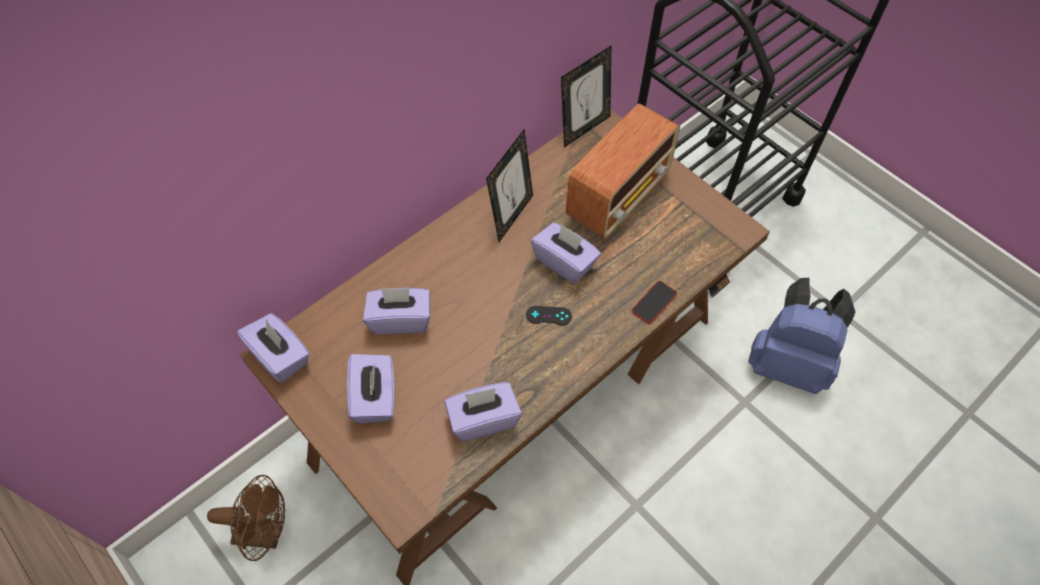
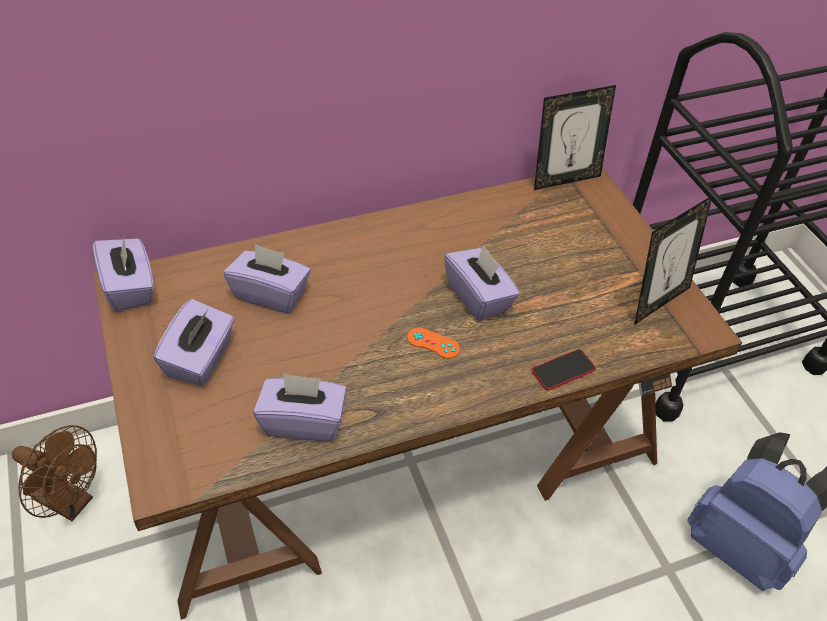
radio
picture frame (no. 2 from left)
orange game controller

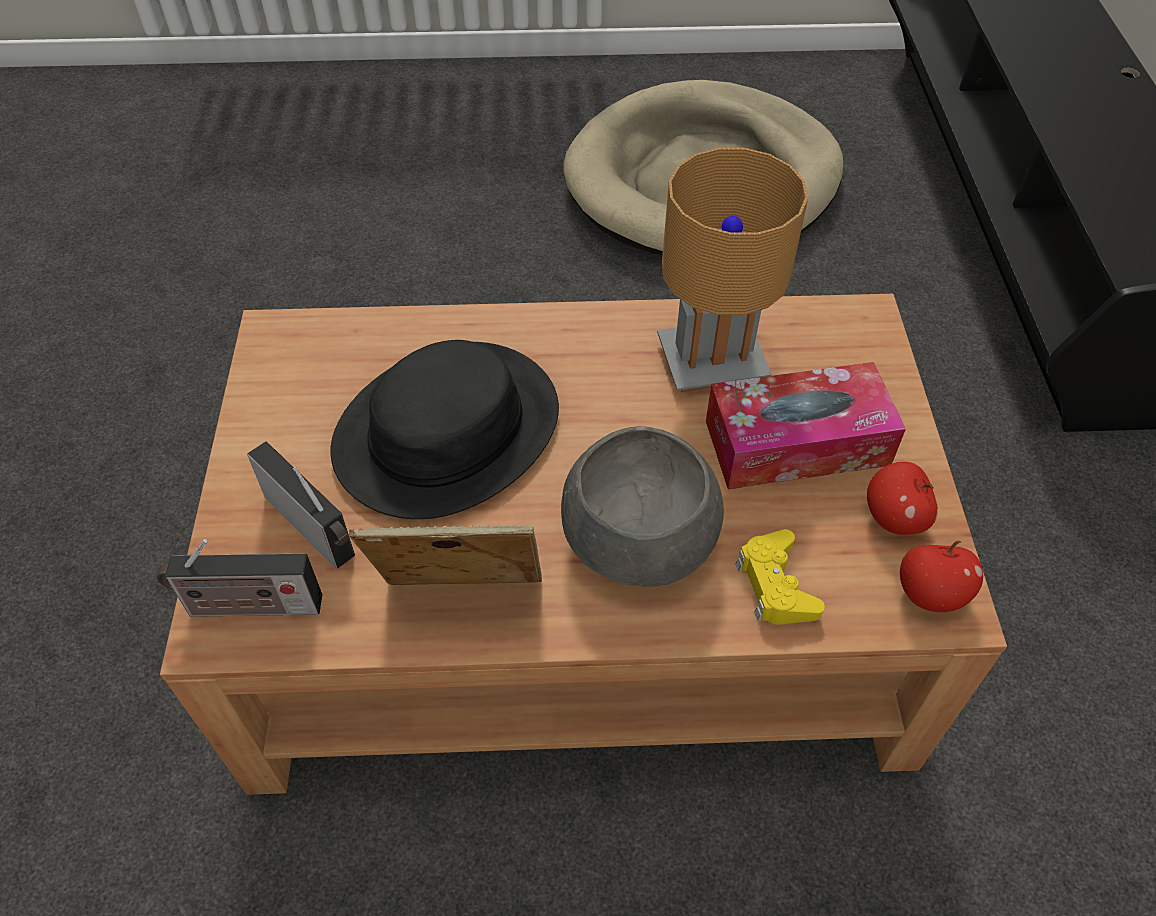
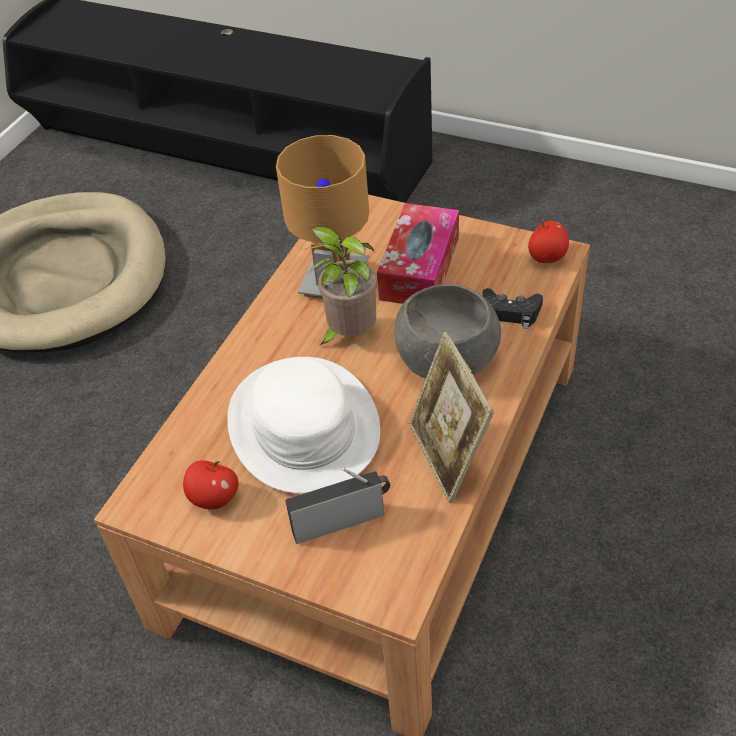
radio (no. 1 from left in the first image)
potted plant
apple (no. 1 from left)
white hat
black game controller
picture frame

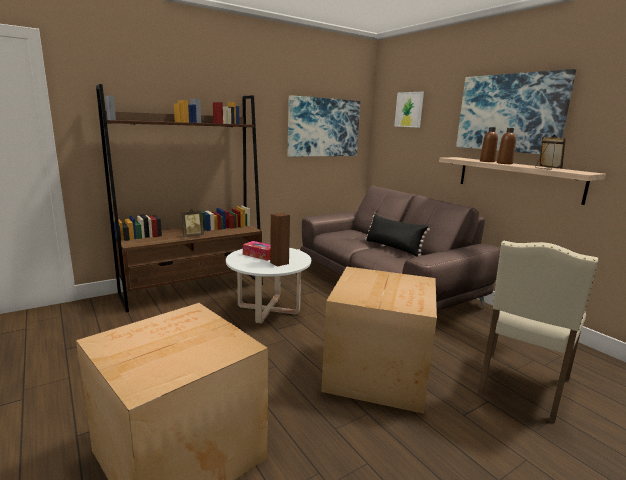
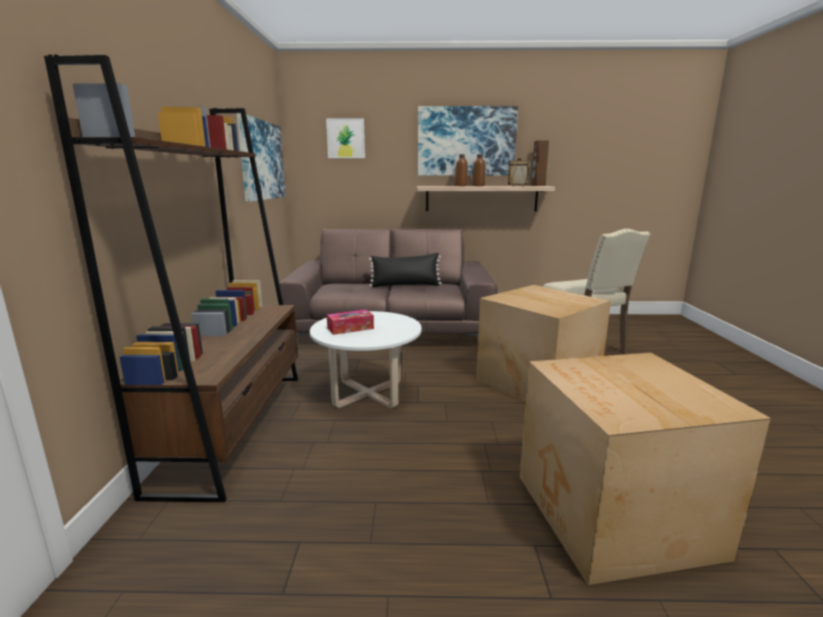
picture frame (no. 1 from left in the first image)
brown speaker

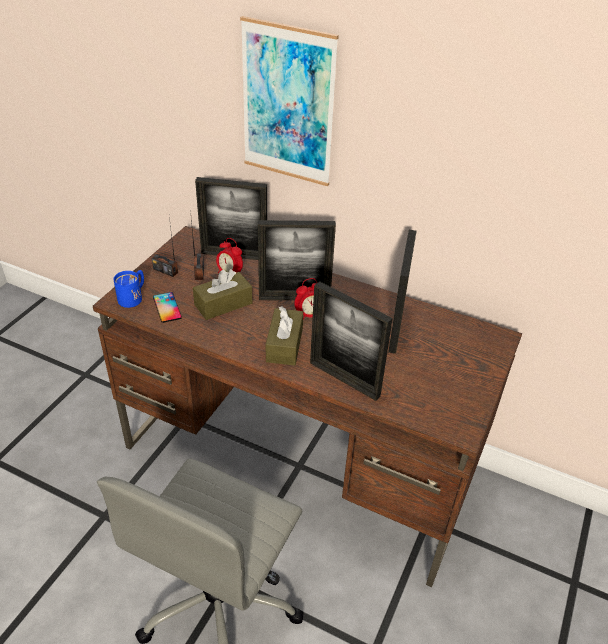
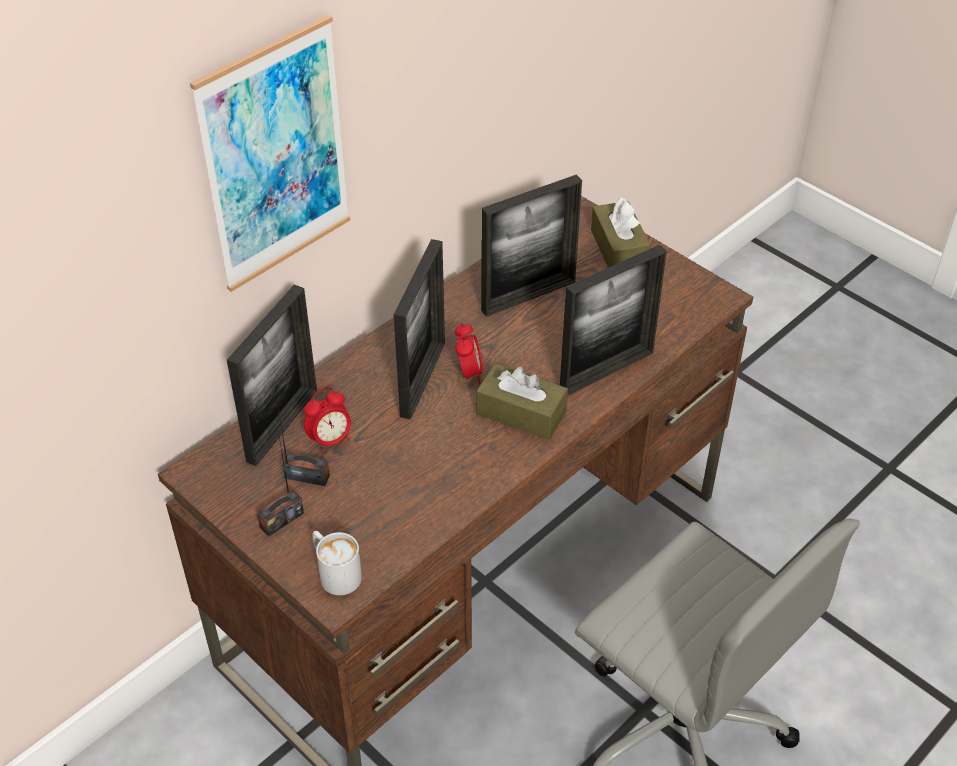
phone
brown tissue box (no. 2 from left)
white mug
picture frame (no. 3 from left)

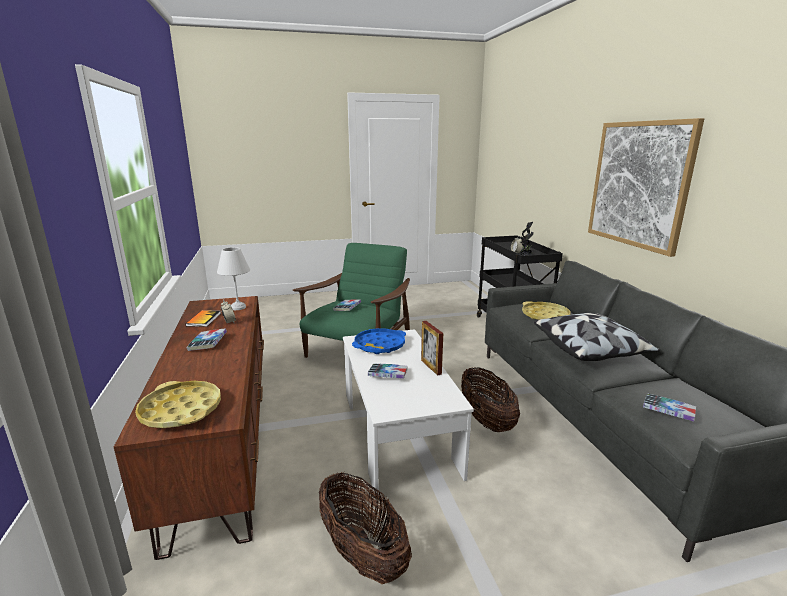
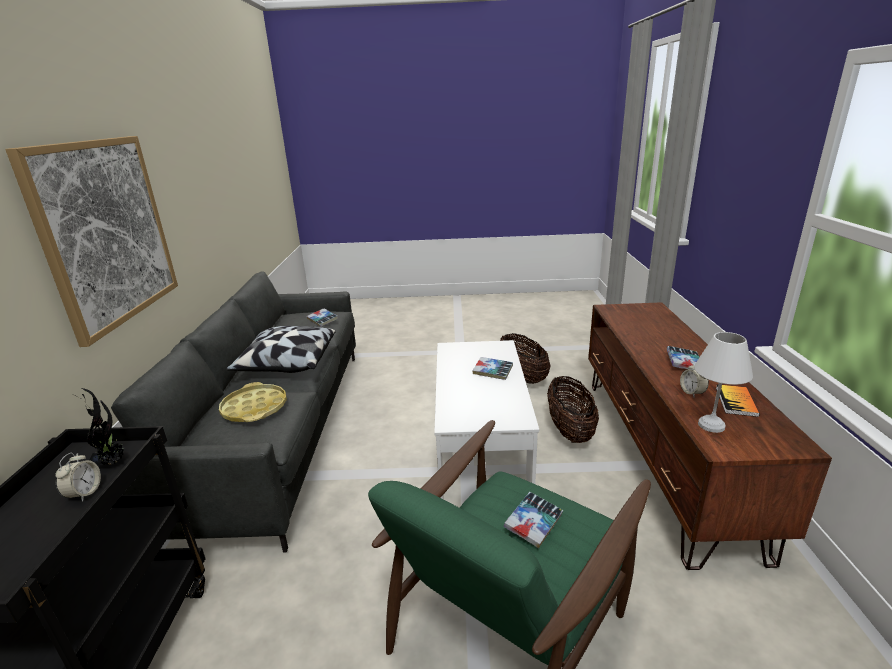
yellow tray (no. 1 from left in the first image)
blue tray
picture frame
basket (no. 2 from left)

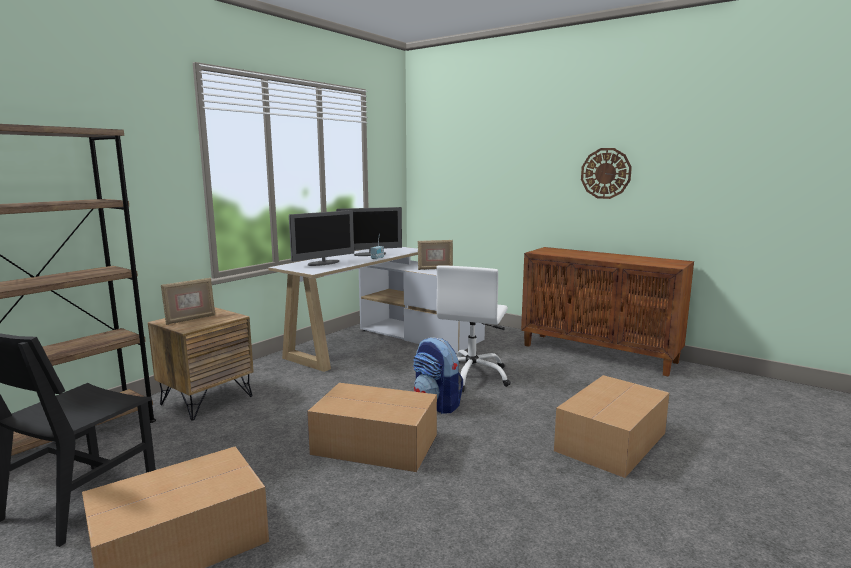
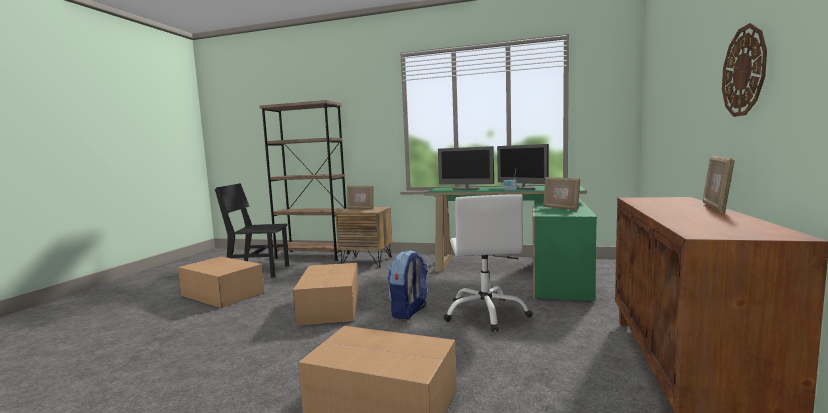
picture frame (no. 3 from left)
green desk
white office chair

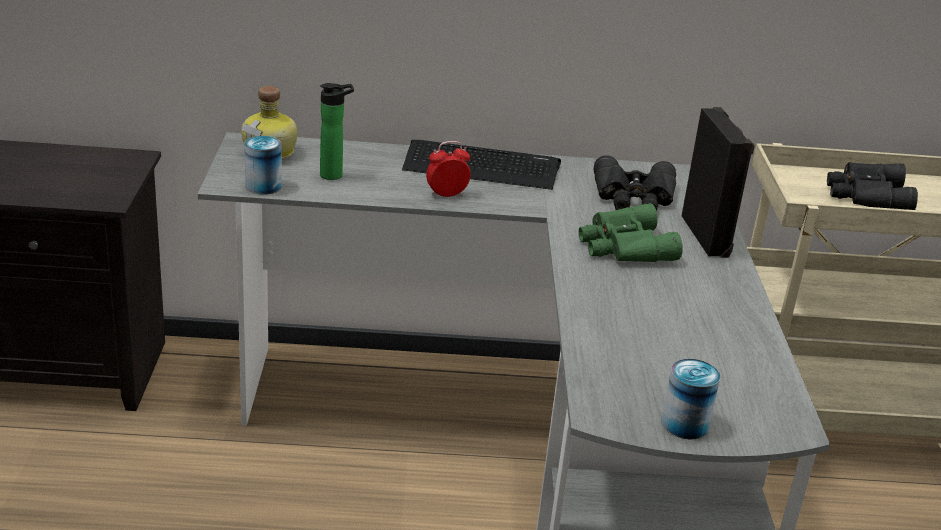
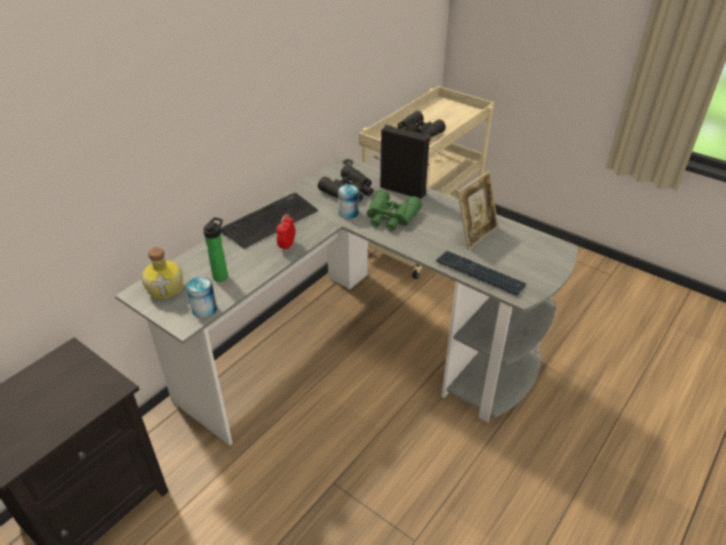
keyboard (no. 2 from left)
picture frame
can (no. 2 from left)

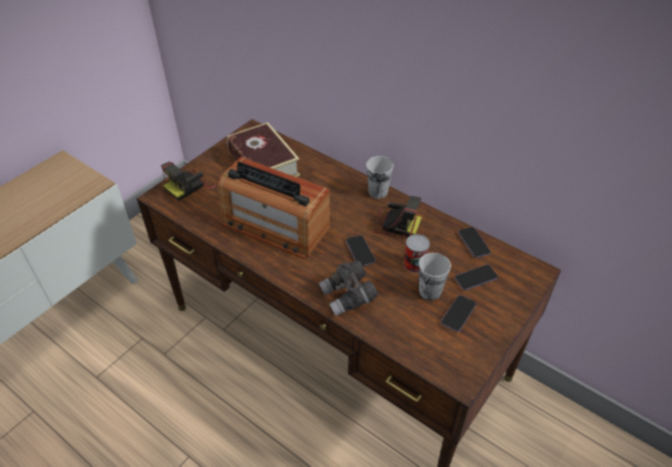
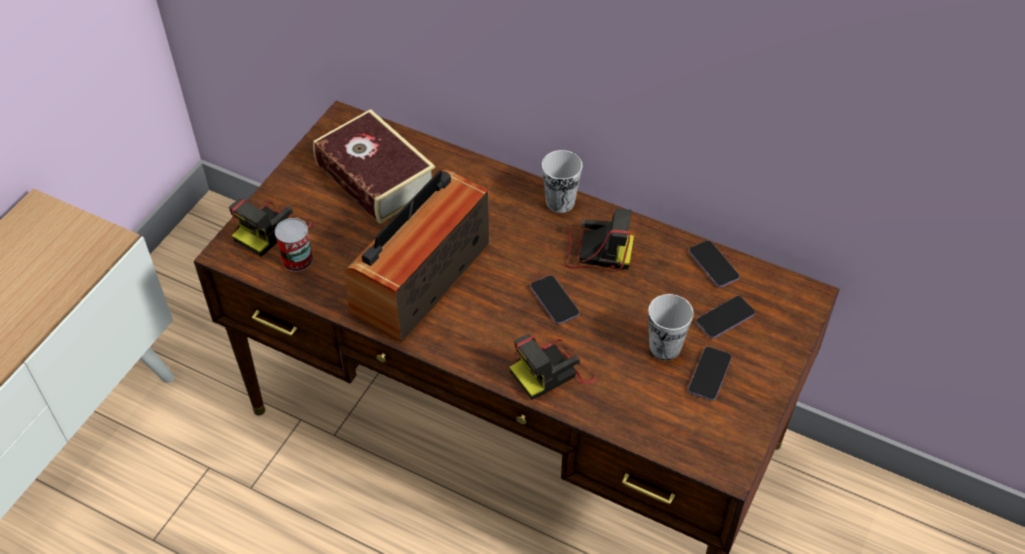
can
photo camera (no. 2 from left)
radio

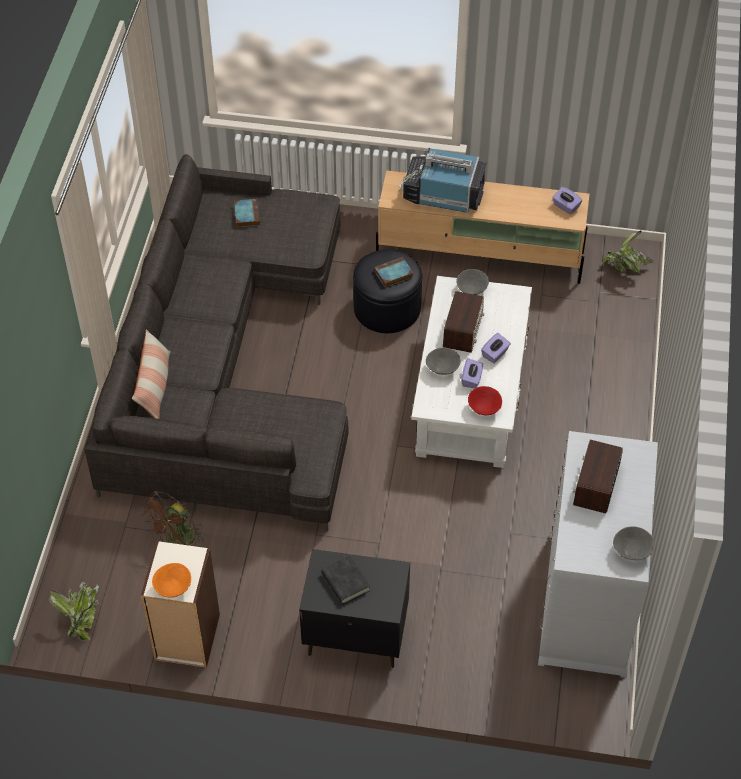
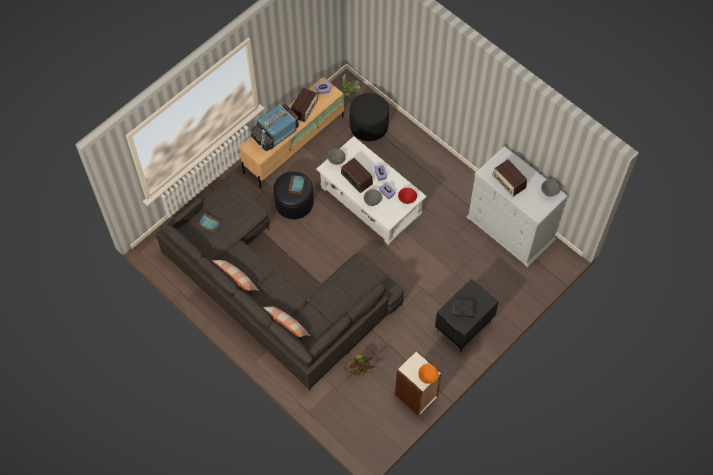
potted plant (no. 1 from left in the first image)
pillow (no. 1 from left)
radio (no. 1 from left)
black ottoman (no. 2 from left)

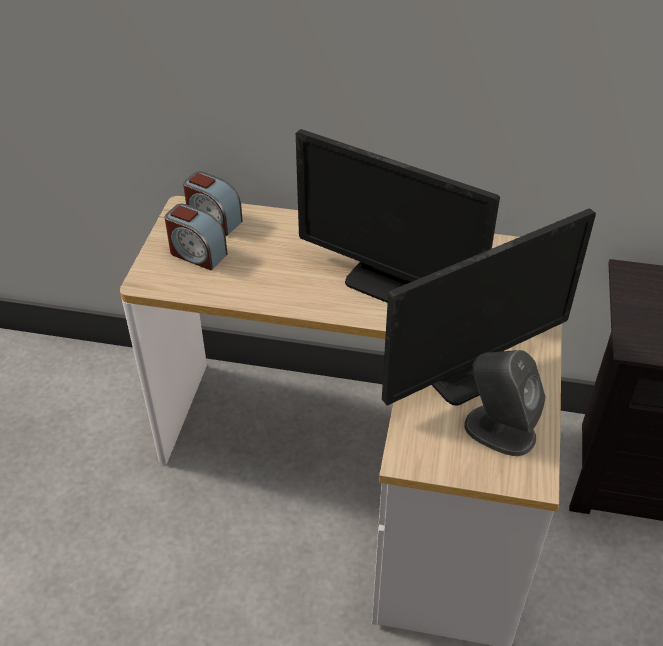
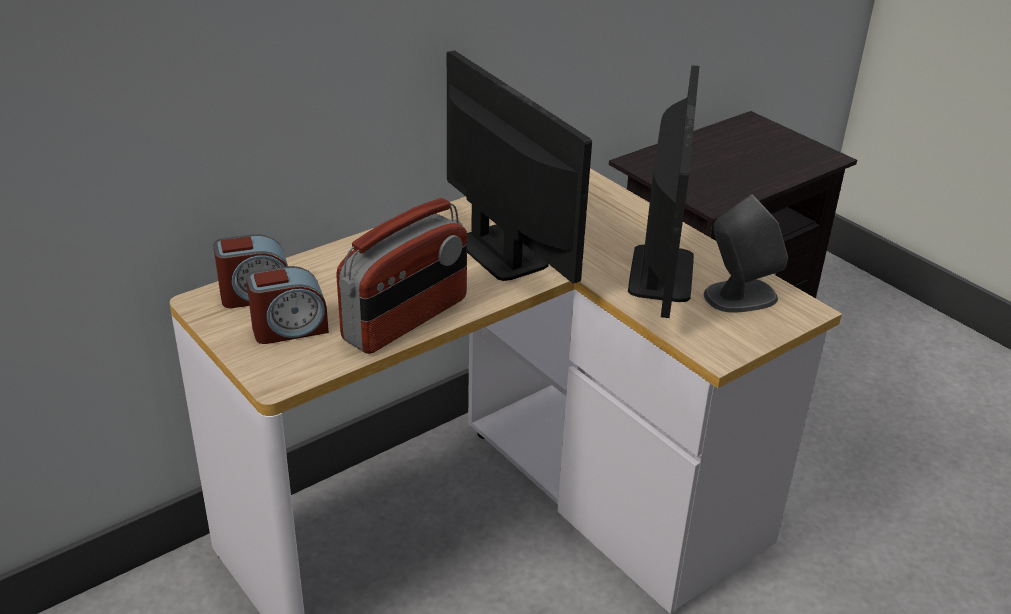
radio
monitor (no. 1 from left)

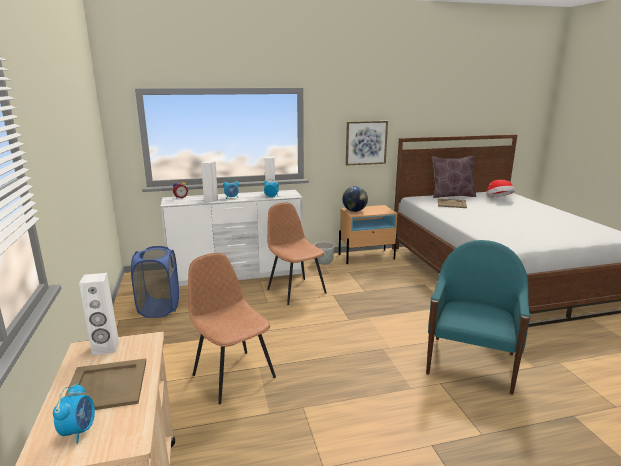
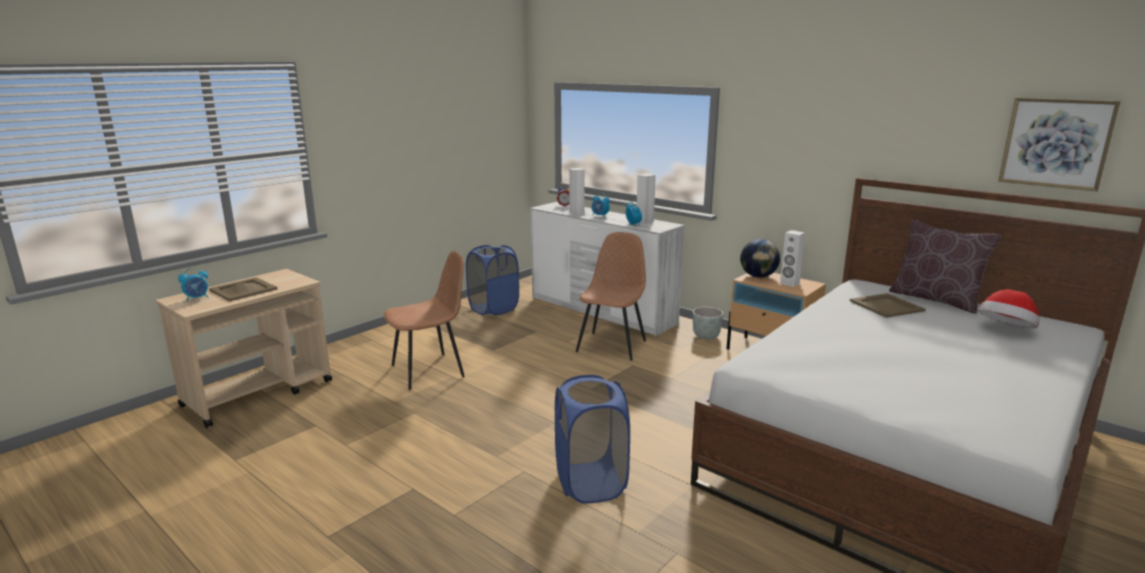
white speaker (no. 3 from left)
picture
blue laundry basket (no. 2 from left)
brown chair (no. 1 from left)

